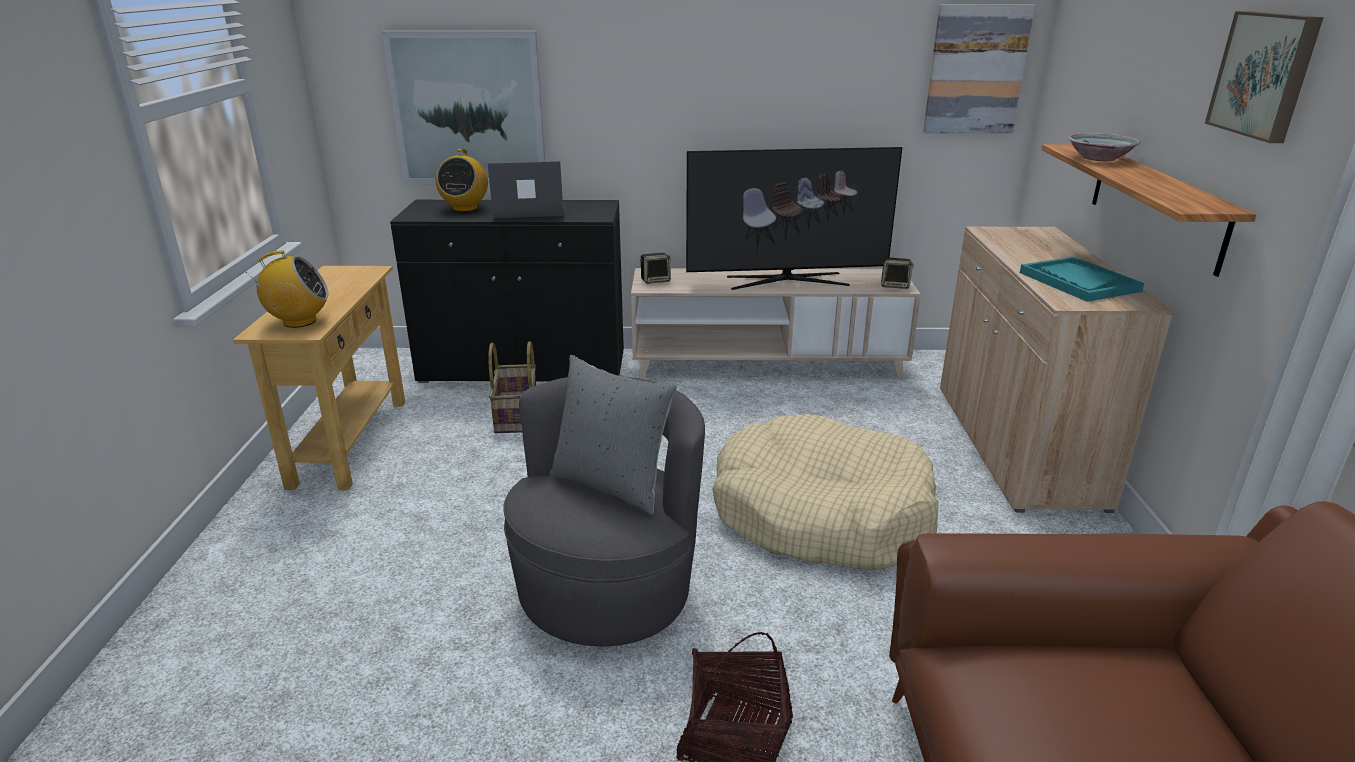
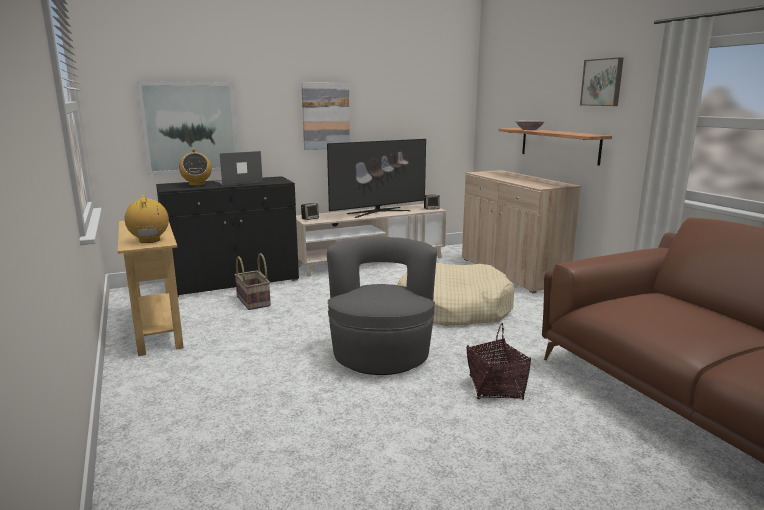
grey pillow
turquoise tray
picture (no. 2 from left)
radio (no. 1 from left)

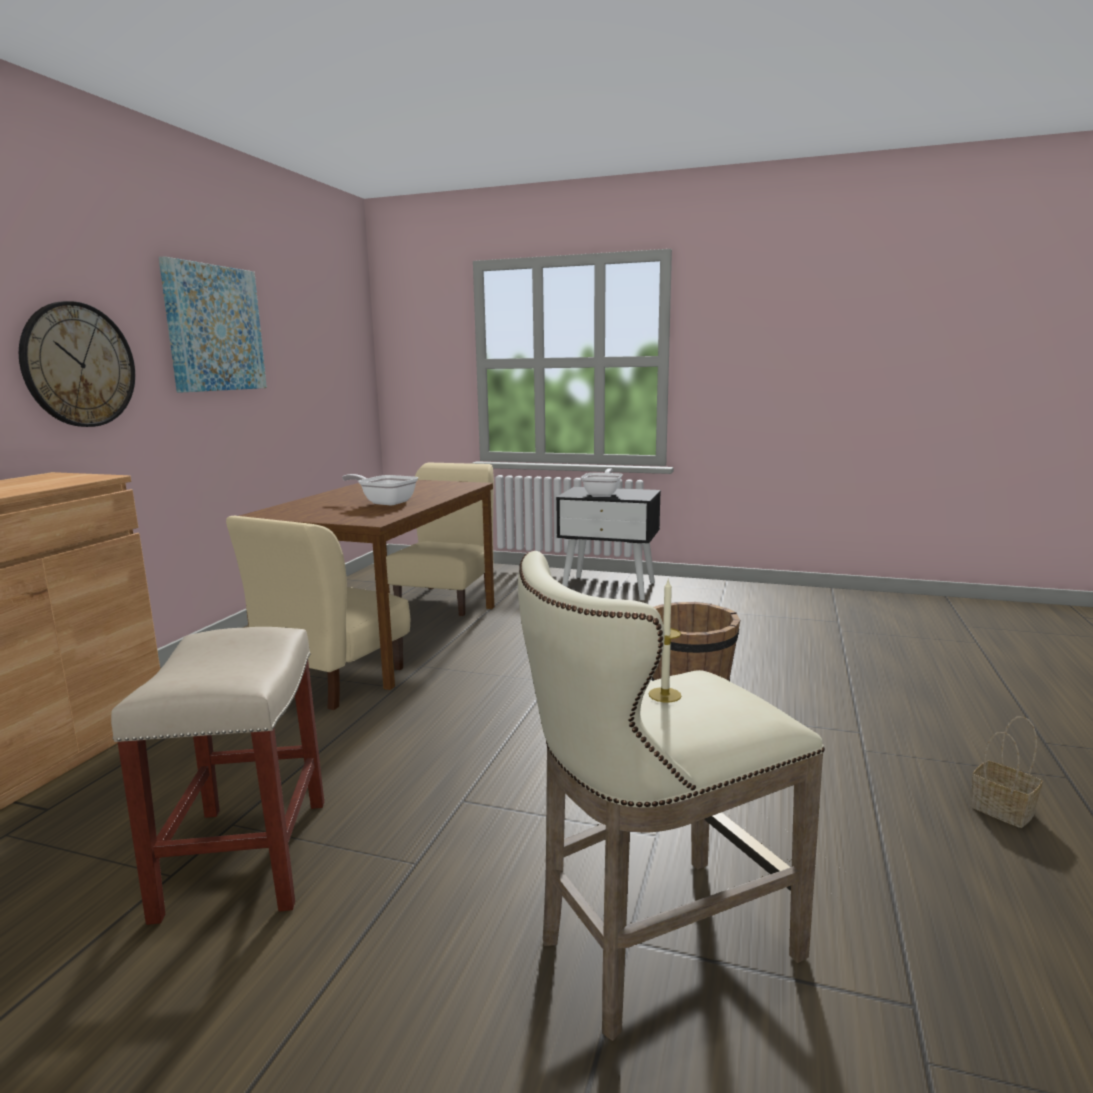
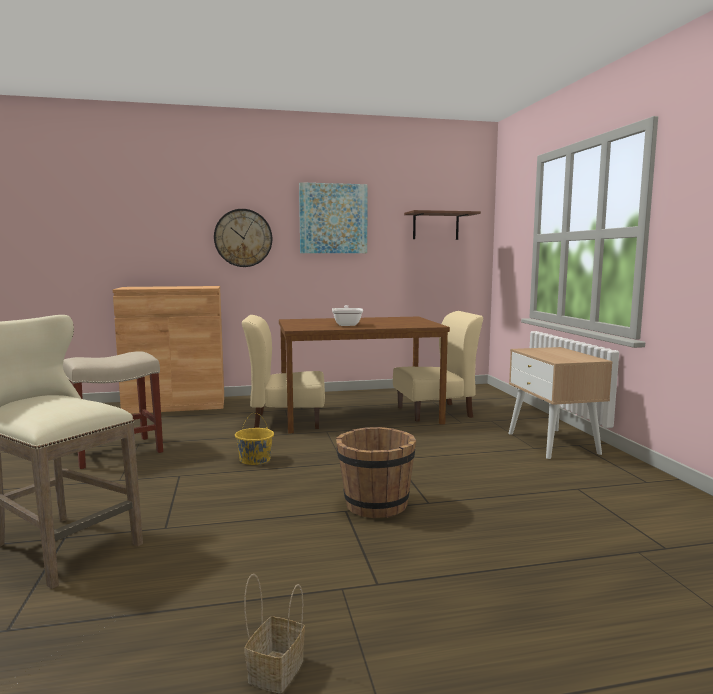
frying pan (no. 2 from left in the first image)
candle
yellow bucket
brown shelf
beige nightstand

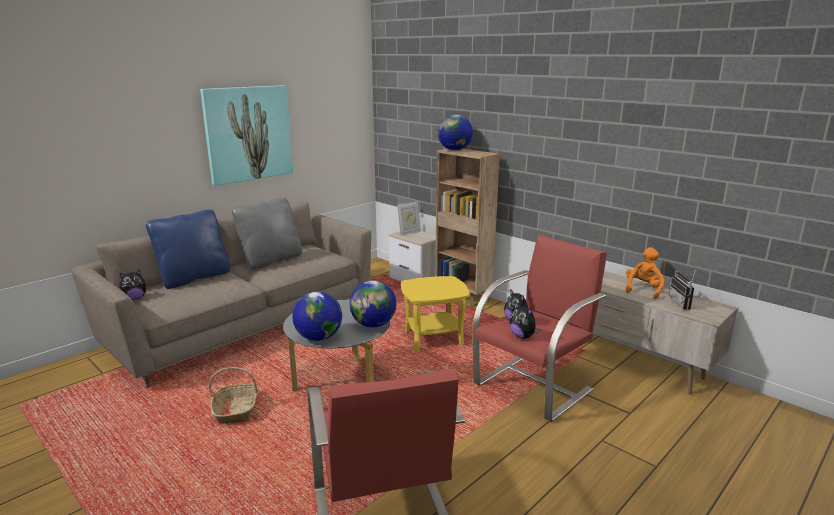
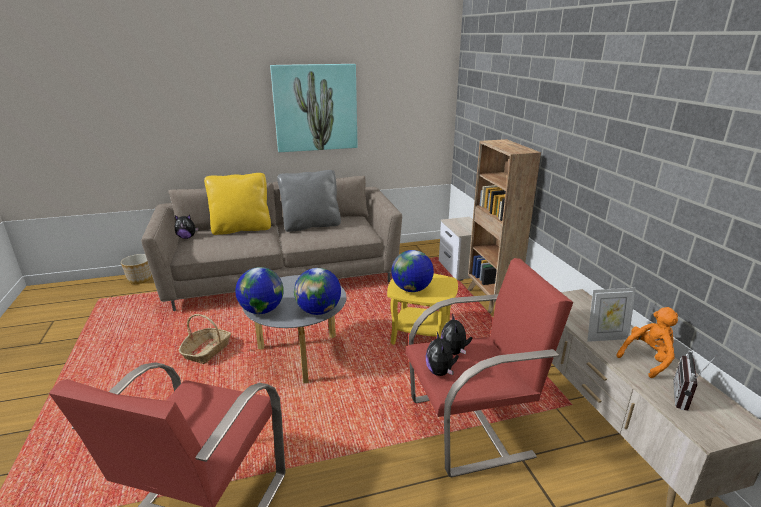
planter
picture frame
globe (no. 3 from left)
yellow pillow

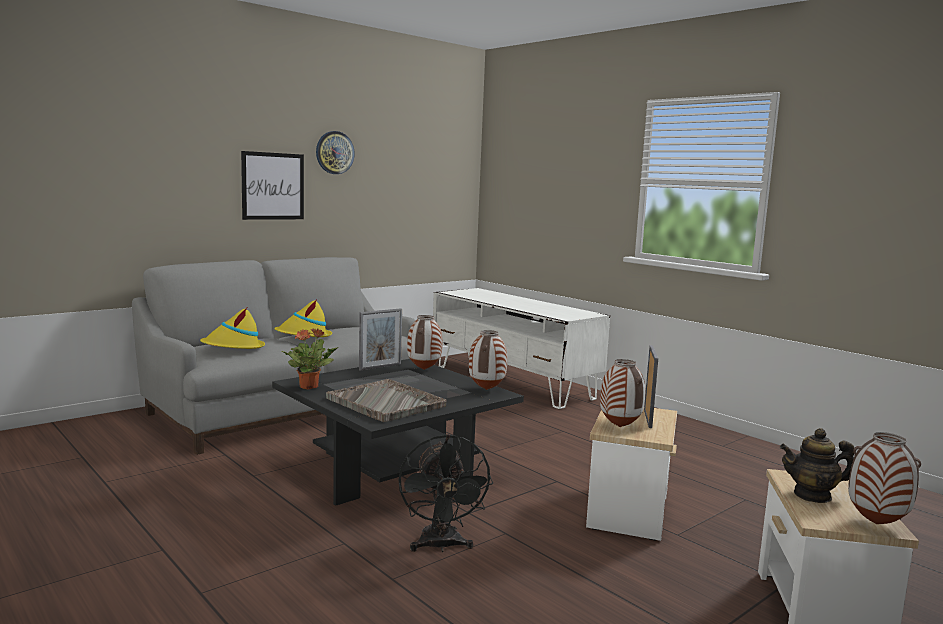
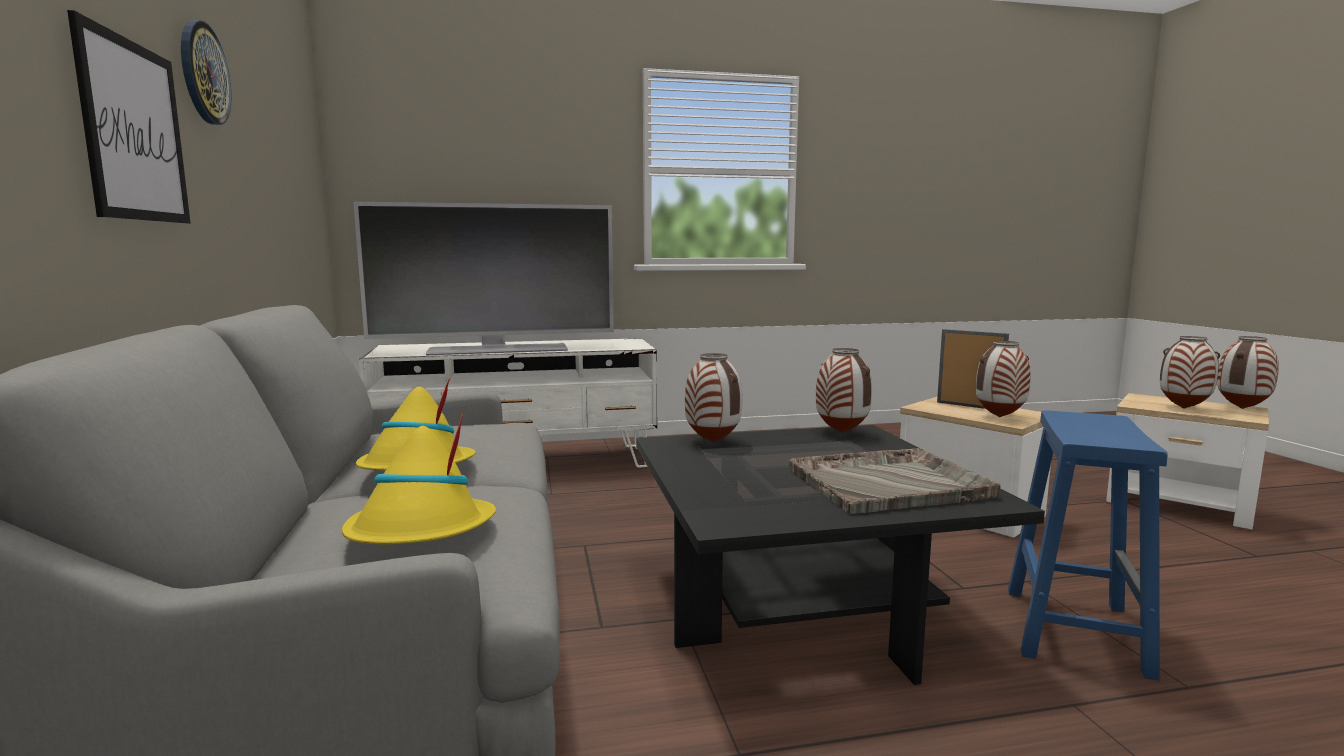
potted plant
picture frame (no. 1 from left in the first image)
television
blue stool
vase (no. 4 from left)

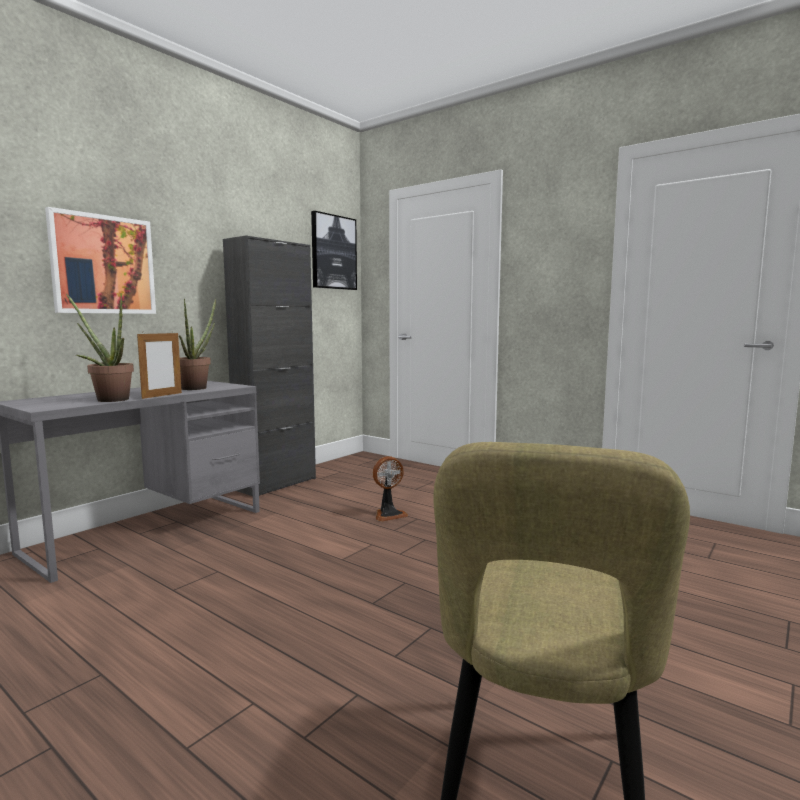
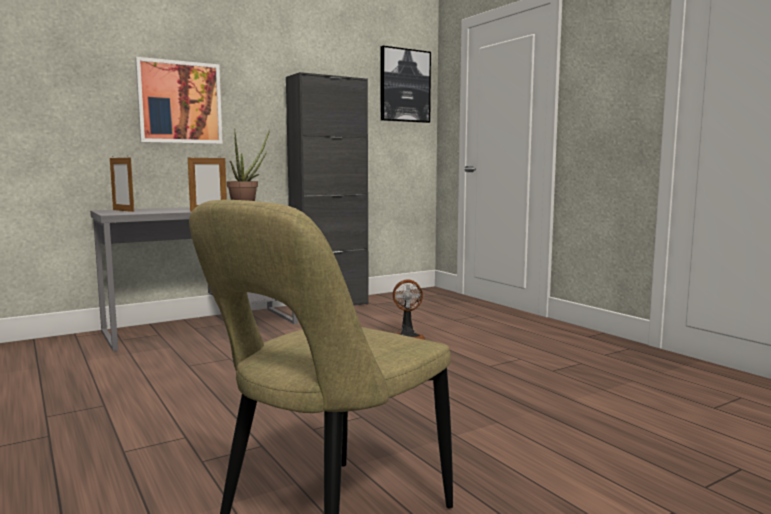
potted plant (no. 1 from left in the first image)
picture frame (no. 1 from left)

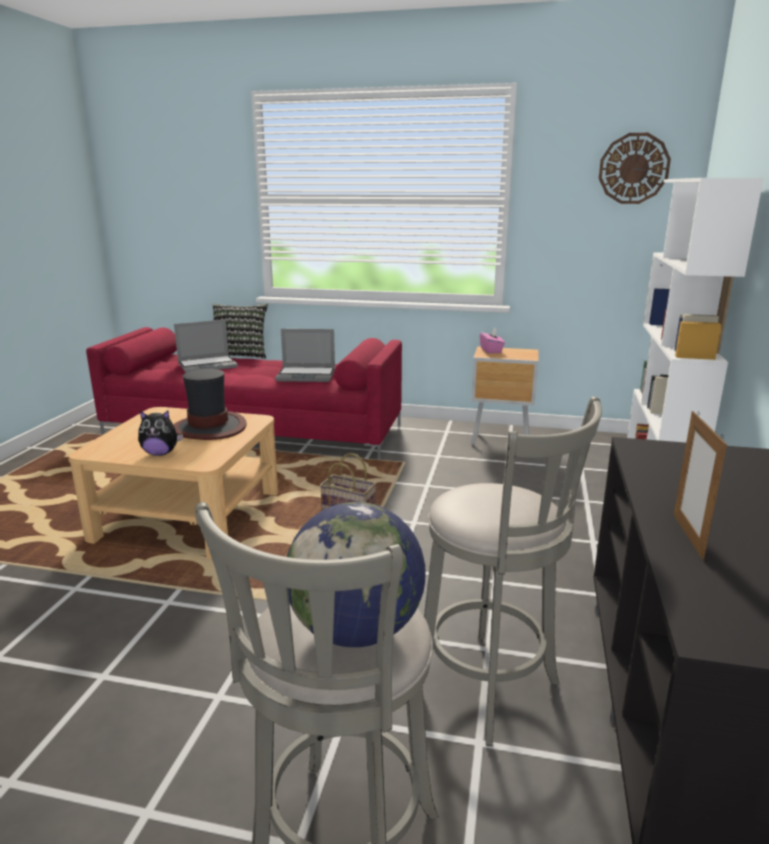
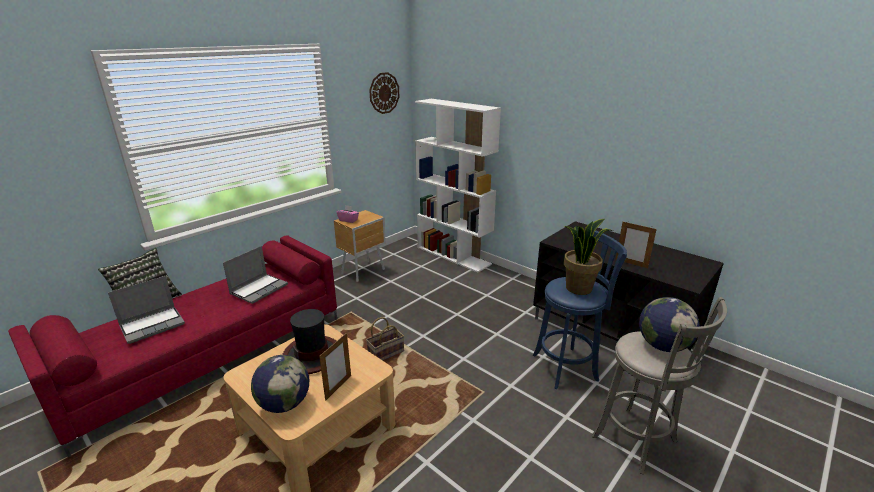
globe (no. 1 from left)
potted plant
picture frame (no. 1 from left)
blue stool
laptop (no. 1 from left)

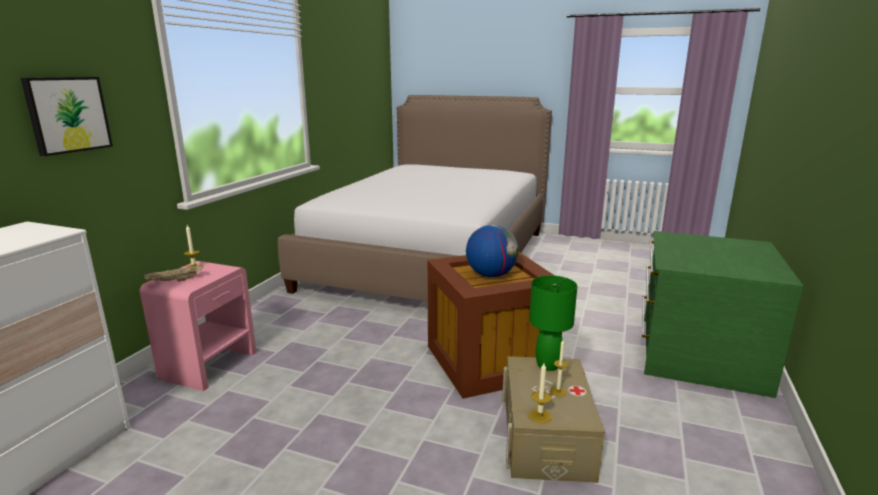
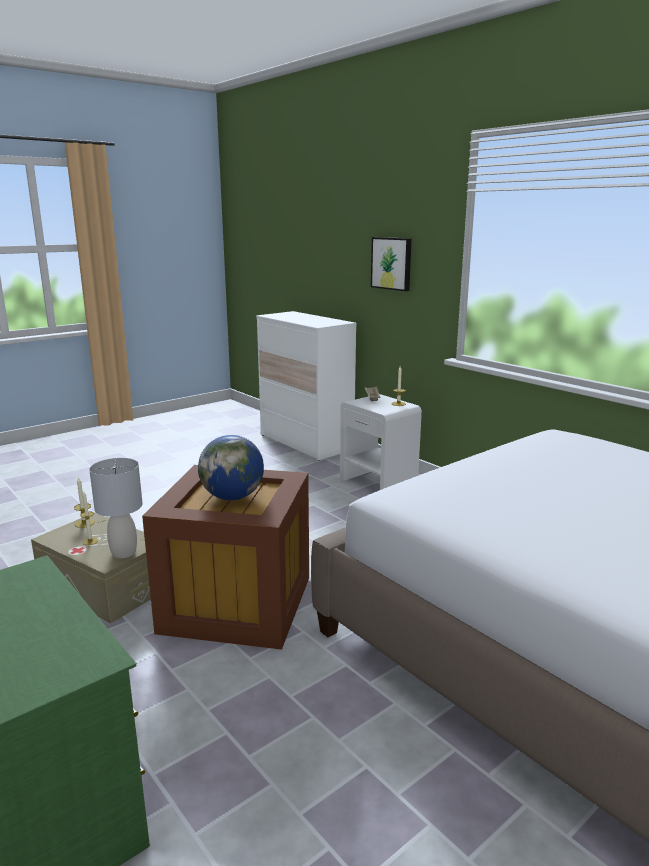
white nightstand
grey table lamp

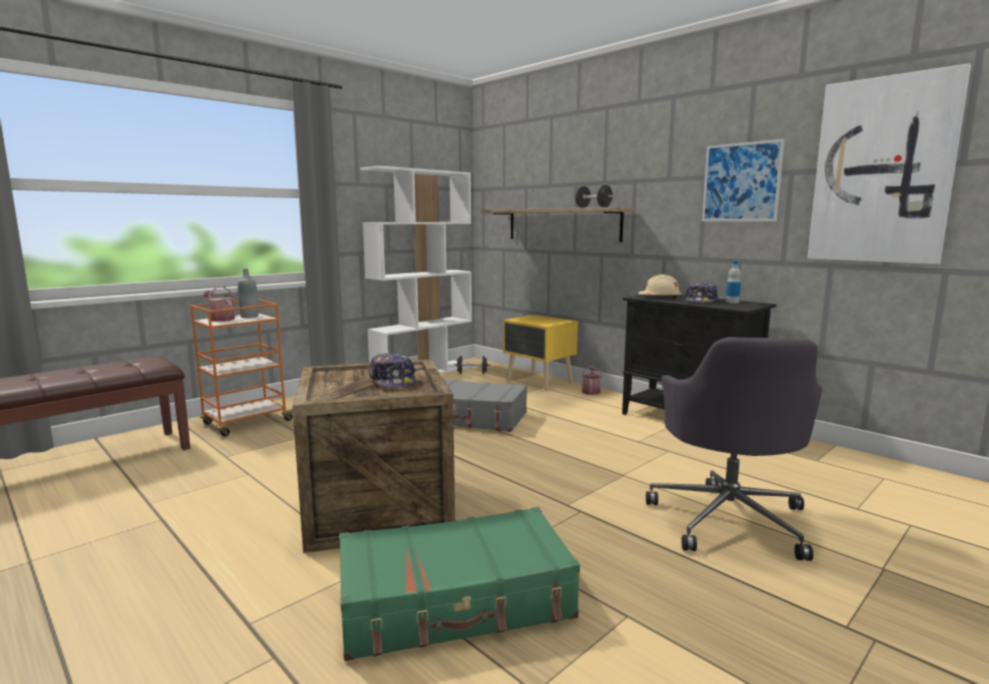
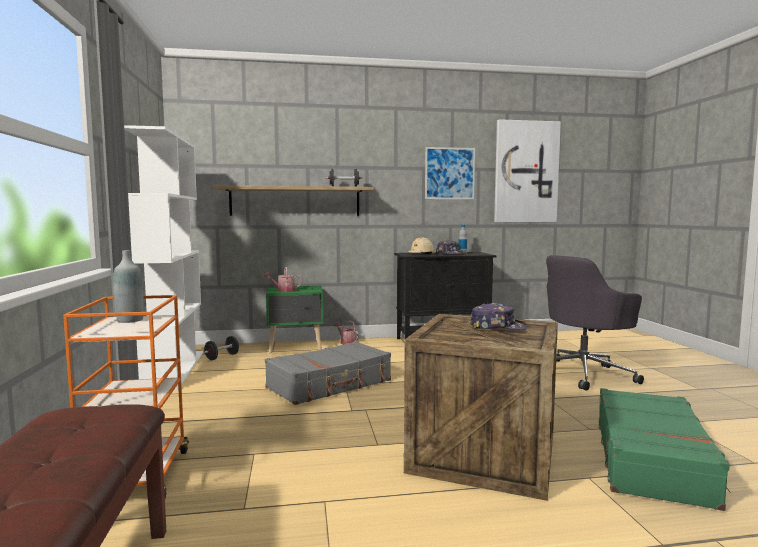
watering can (no. 1 from left)
green nightstand
grey office chair

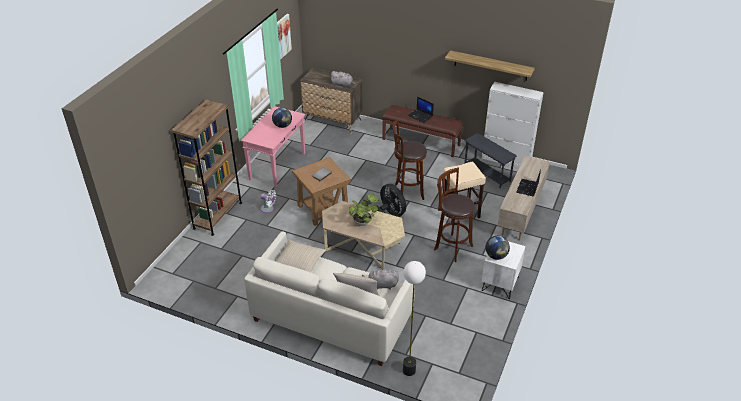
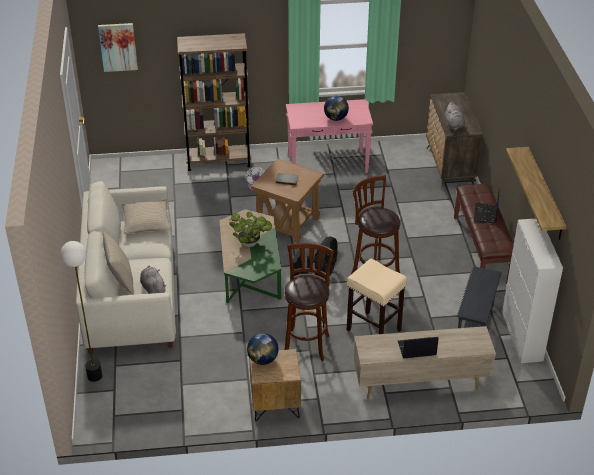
picture
green coffee table
brown nightstand

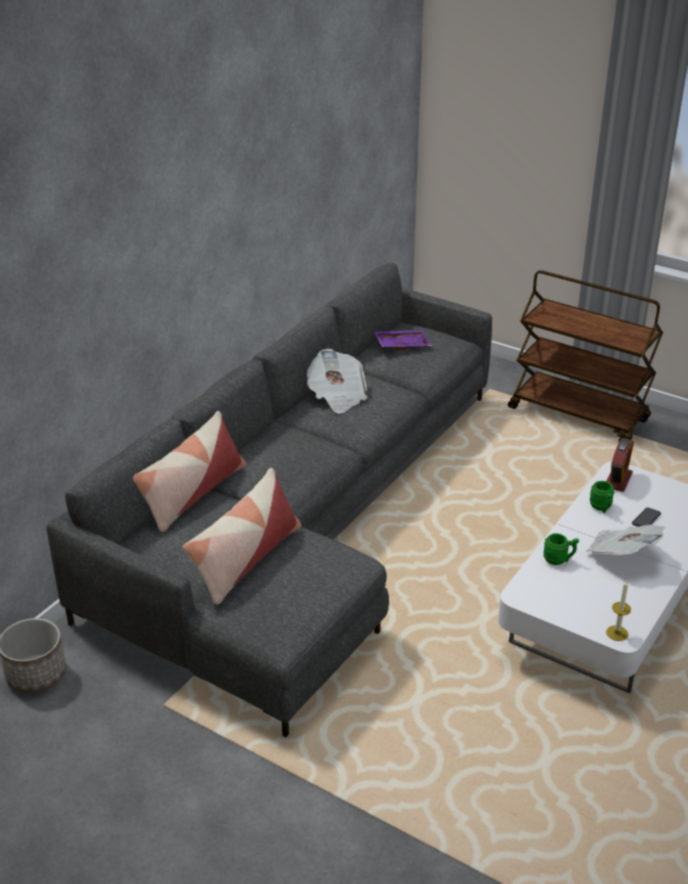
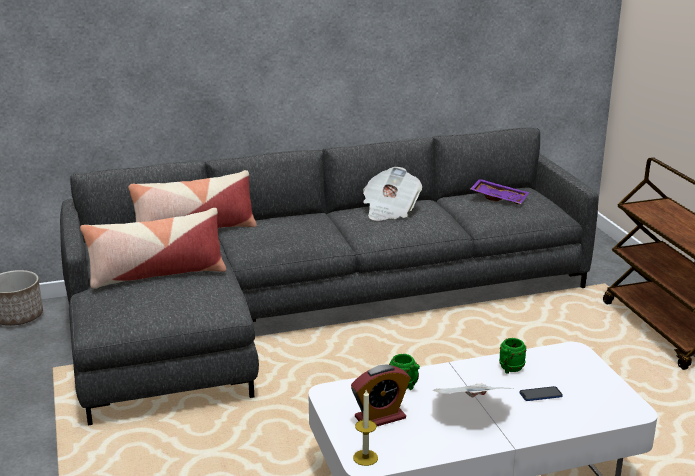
alarm clock

